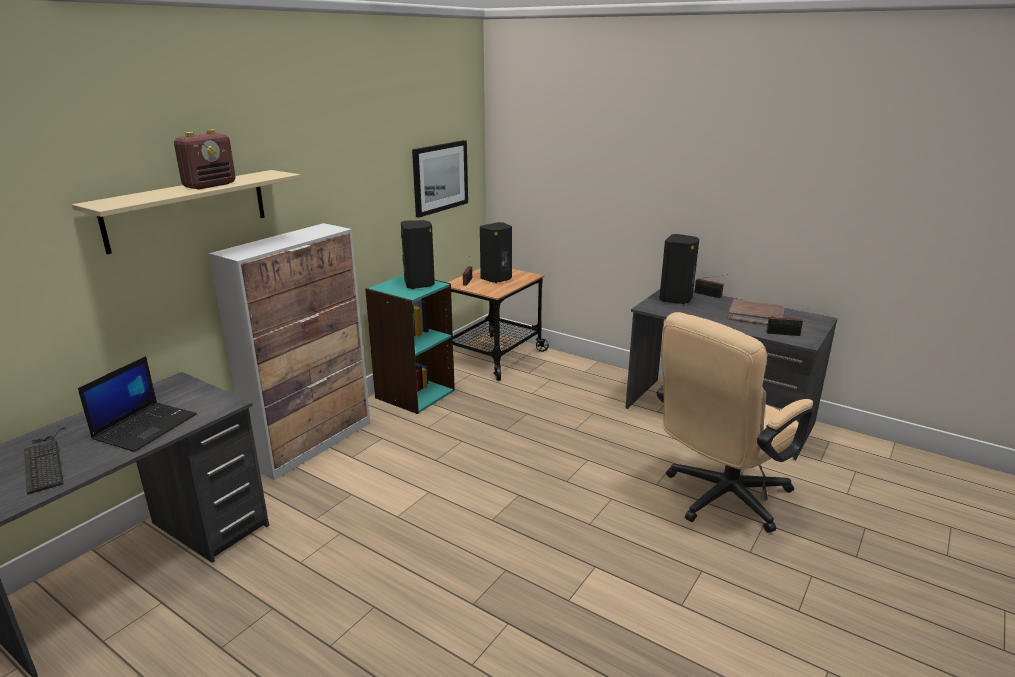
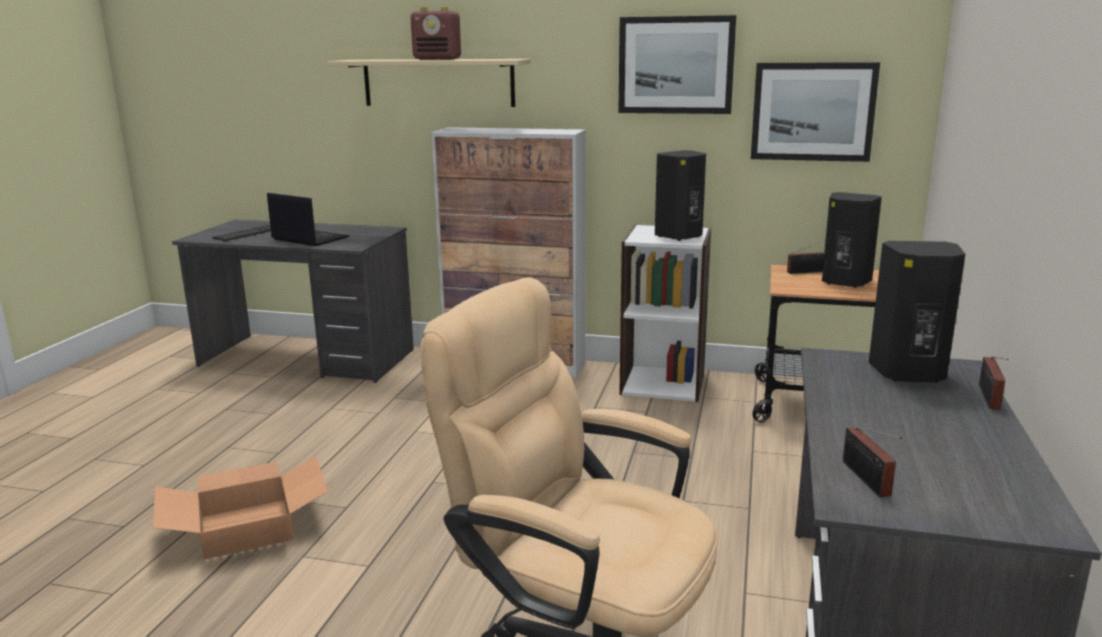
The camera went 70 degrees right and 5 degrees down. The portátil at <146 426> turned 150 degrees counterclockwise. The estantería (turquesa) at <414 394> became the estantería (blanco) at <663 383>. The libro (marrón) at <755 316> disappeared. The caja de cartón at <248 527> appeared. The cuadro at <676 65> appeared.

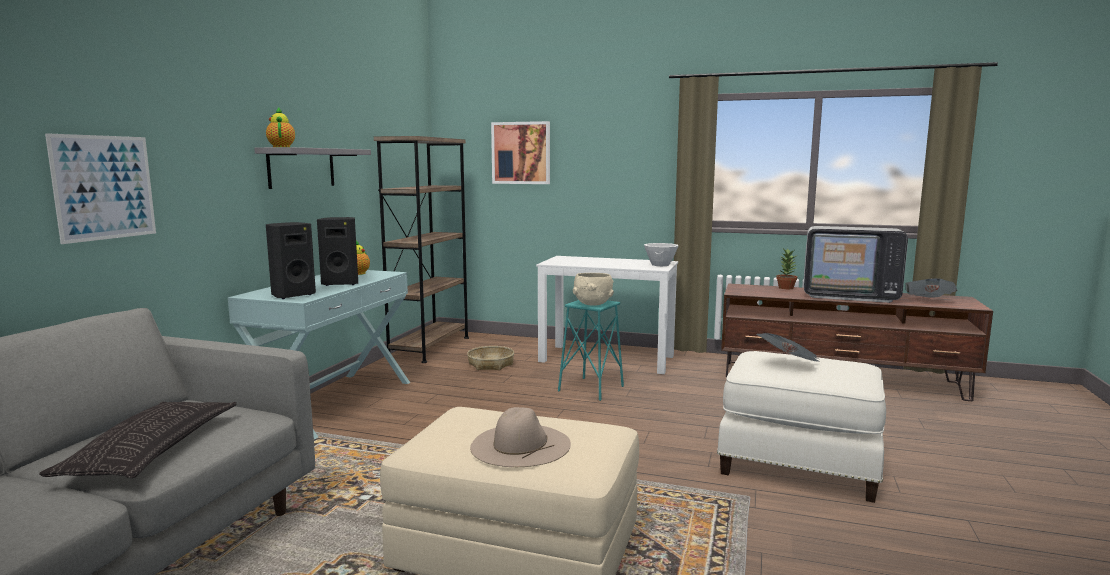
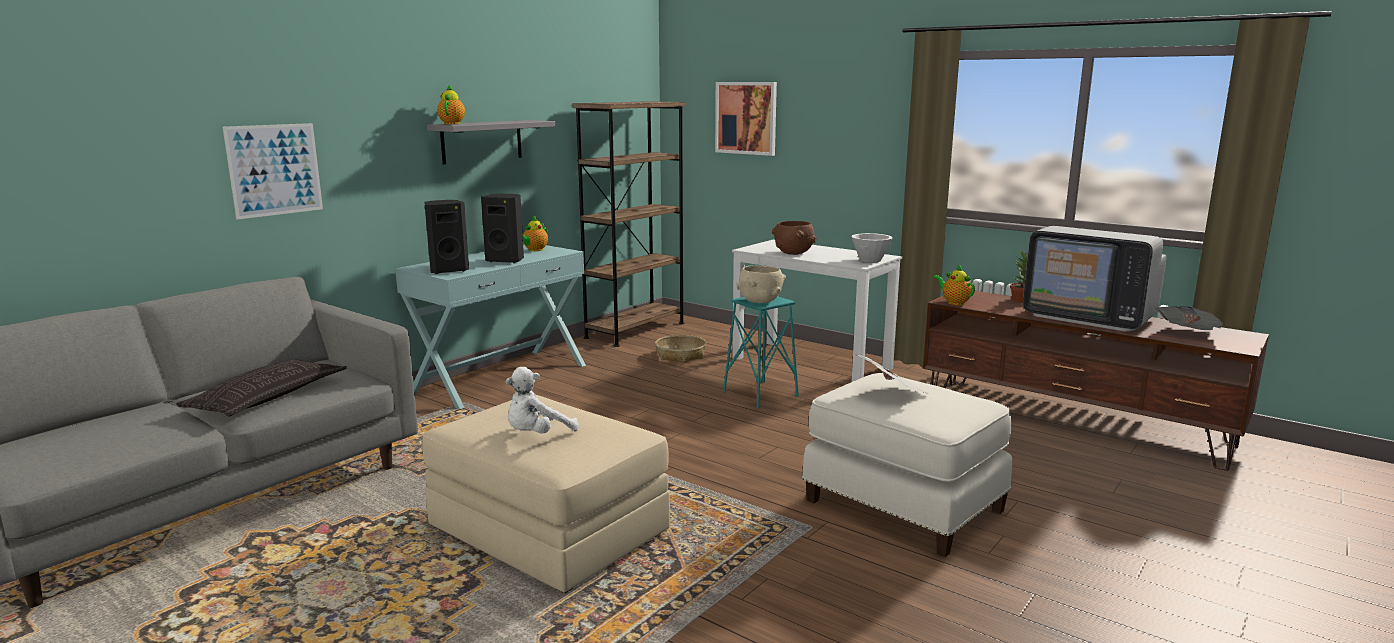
The camera went 20 degrees right and 5 degrees up. The sombrero (beis) at <520 445> was replaced by the peluche (blanco) at <537 435>. The cuenco (marrón) at <794 253> appeared. The tetera at <954 302> appeared.

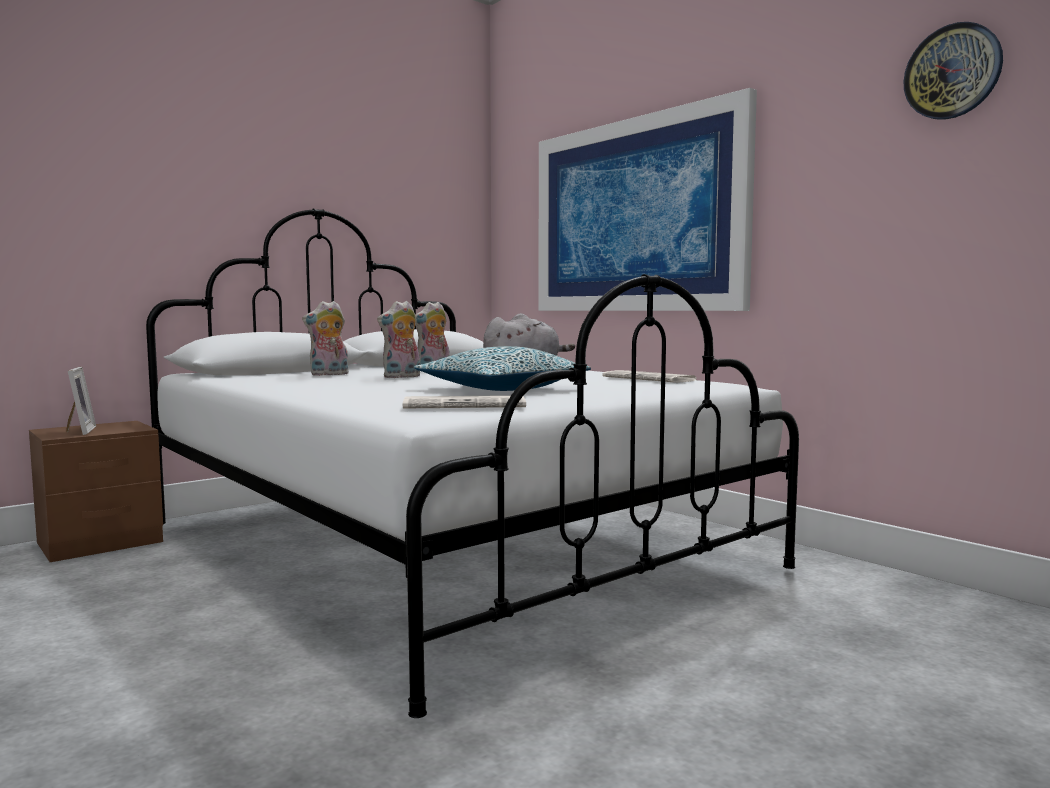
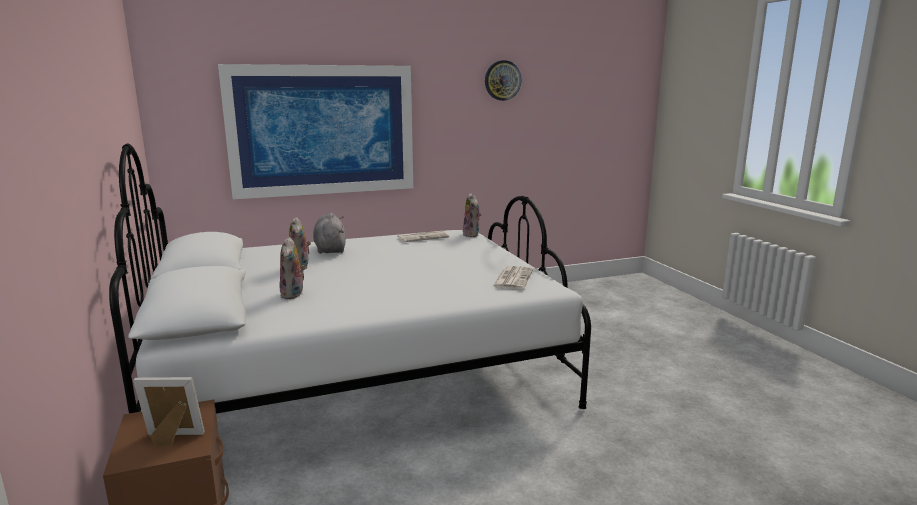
The camera went 70 degrees left and 10 degrees up. The peluche moved from <401 377> to <472 235>. The cojín at <501 389> disappeared.

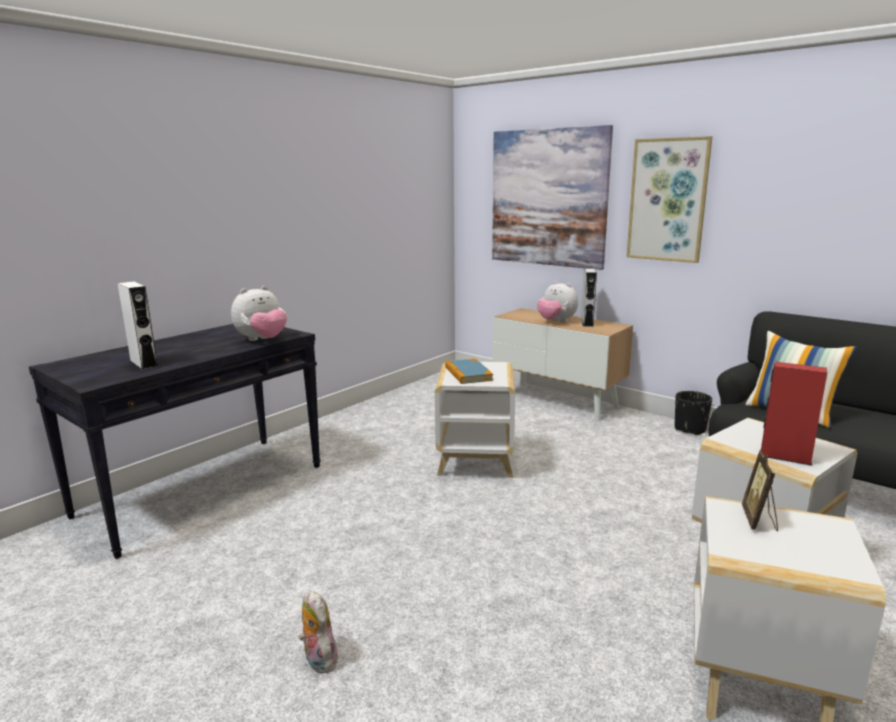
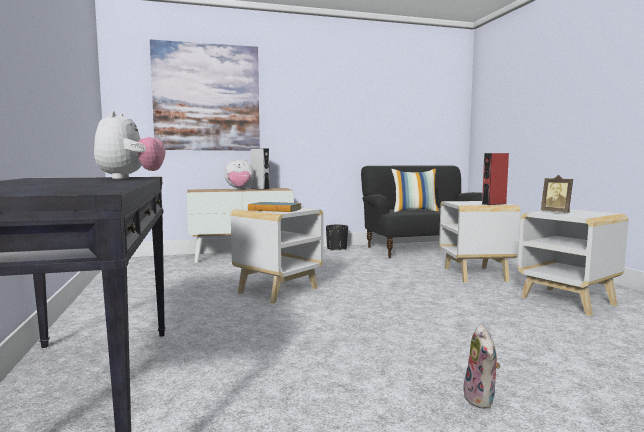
The camera went 55 degrees left and 10 degrees down. The altavoz (blanco) at <144 363> disappeared. The peluche at <318 660> turned 90 degrees counterclockwise. The cuadro at <667 200> disappeared.

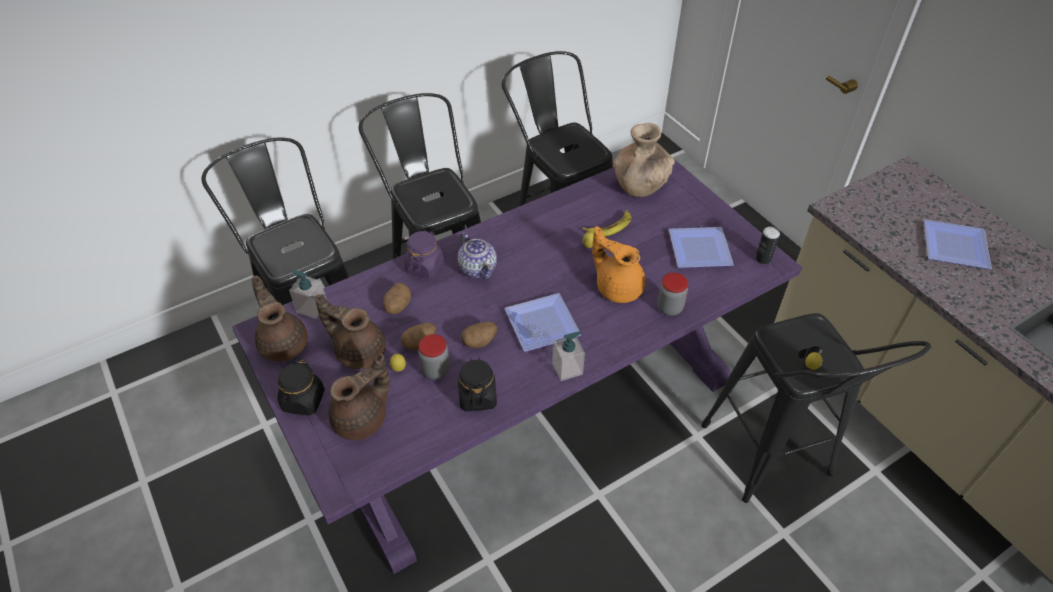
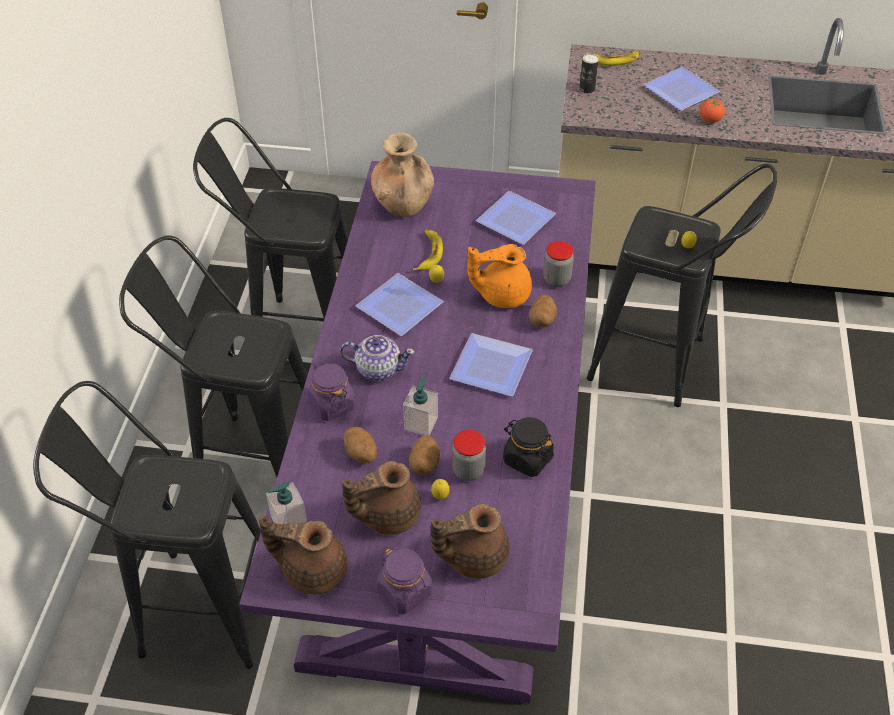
The camera went 50 degrees left and 0 degrees up. The tarro (negro) at <303 401> became the tarro (morado) at <405 591>. The tetera (marrón) at <363 419> turned 105 degrees counterclockwise. The patata moved from <479 341> to <542 319>. The dispensador de jabón moved from <567 368> to <421 423>. The lata moved from <763 258> to <587 89>. The plato at <399 304> appeared. The plátano at <614 60> appeared. The tomate at <710 120> appeared.

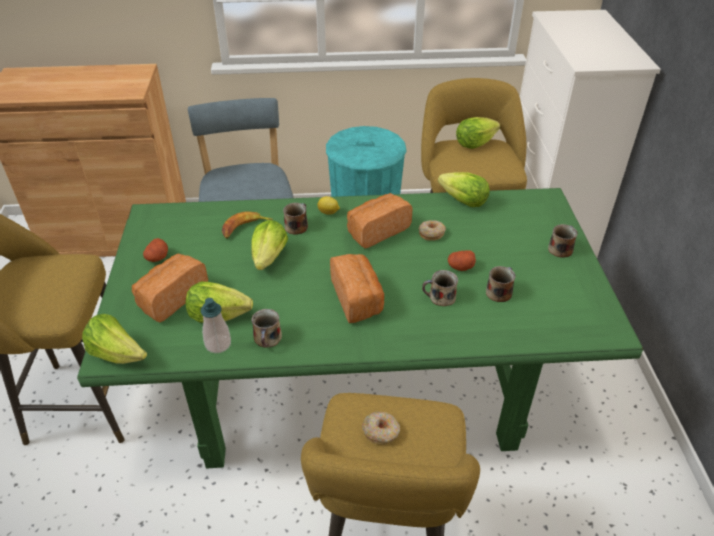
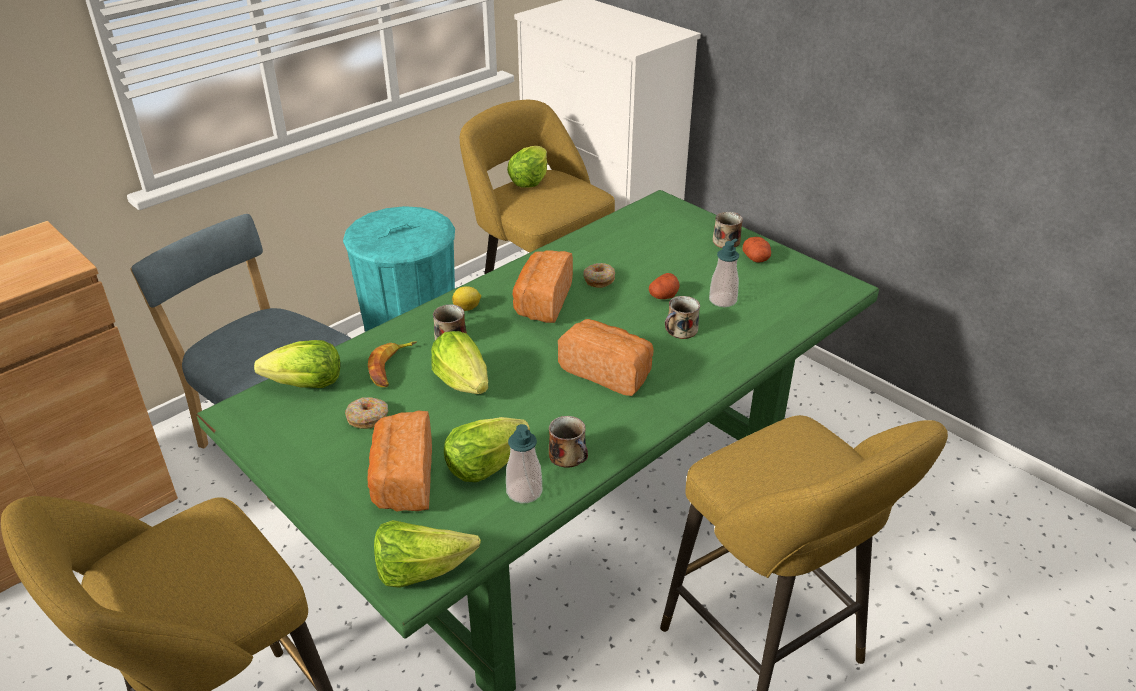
The camera went 40 degrees left and 5 degrees down. The patata moved from <157 257> to <756 259>. The rosquilla moved from <381 431> to <368 418>. The lechuga moved from <463 201> to <307 385>. The taza grande at <499 291> was replaced by the dispensador de jabón at <722 300>.

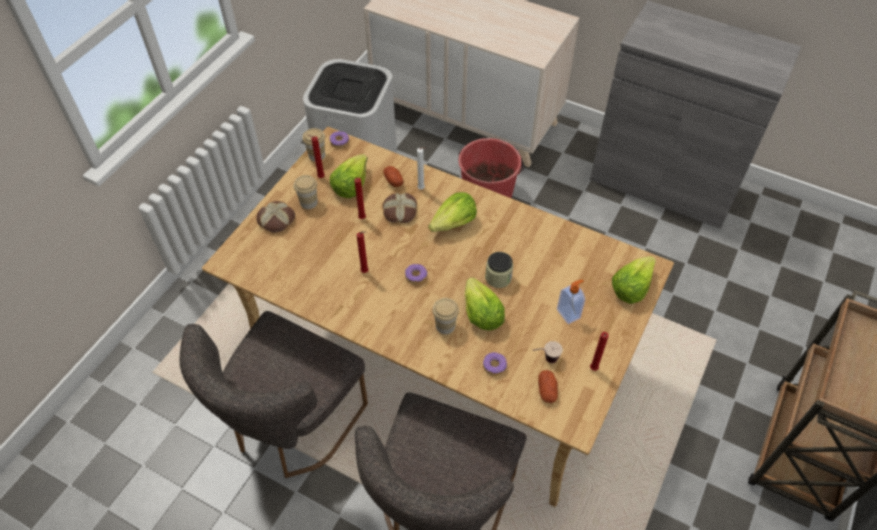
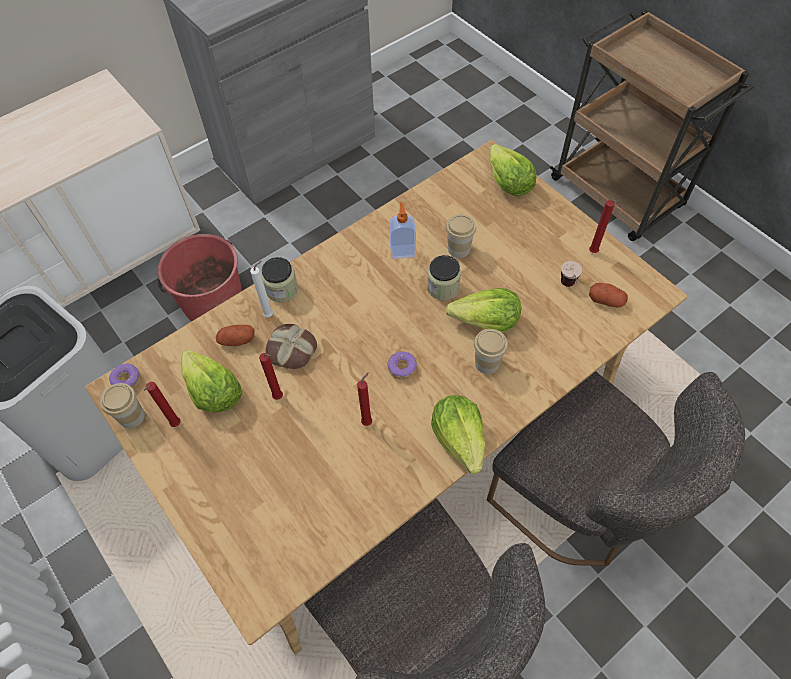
The camera went 65 degrees left and 5 degrees up. The pan at <277 220> disappeared. The taza moved from <309 202> to <459 249>. The lechuga moved from <454 223> to <460 439>. The rosquilla at <494 366> disappeared. The dispensador de jabón moved from <569 313> to <402 251>. The tarro at <282 289> appeared.

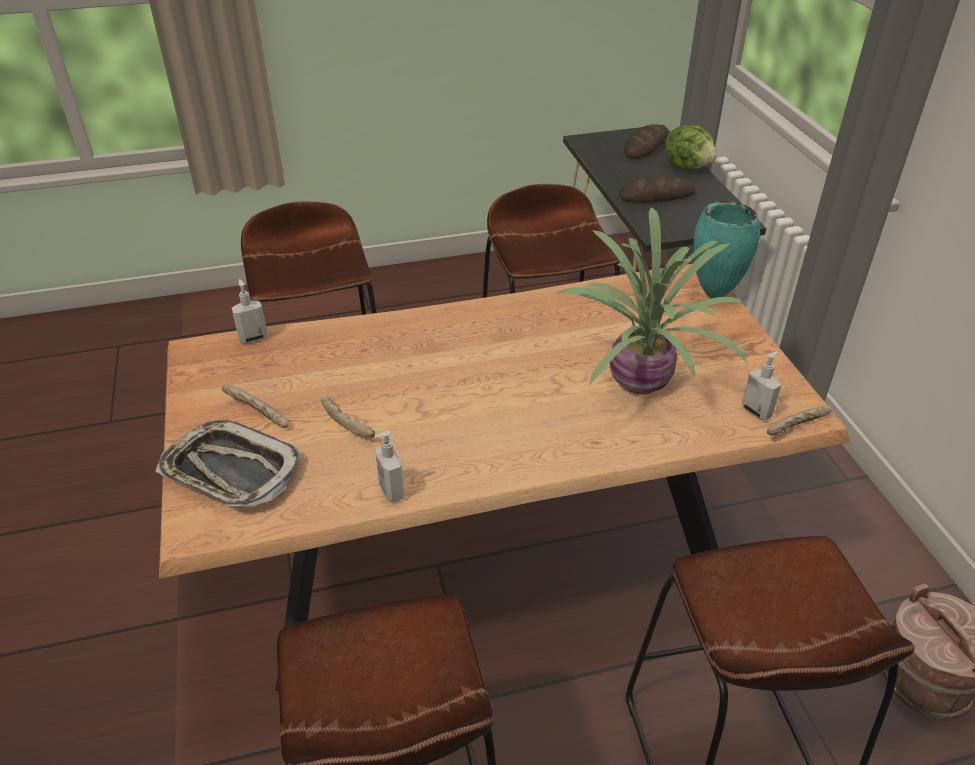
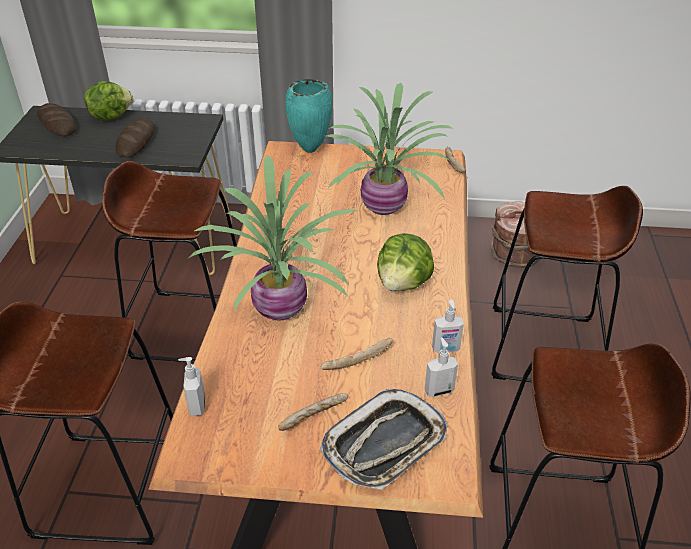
The camera went 70 degrees left and 0 degrees up. The dispensador de jabón moved from <756 411> to <438 390>. The planta en maceta at <283 308> appeared. The lechuga at <403 283> appeared.

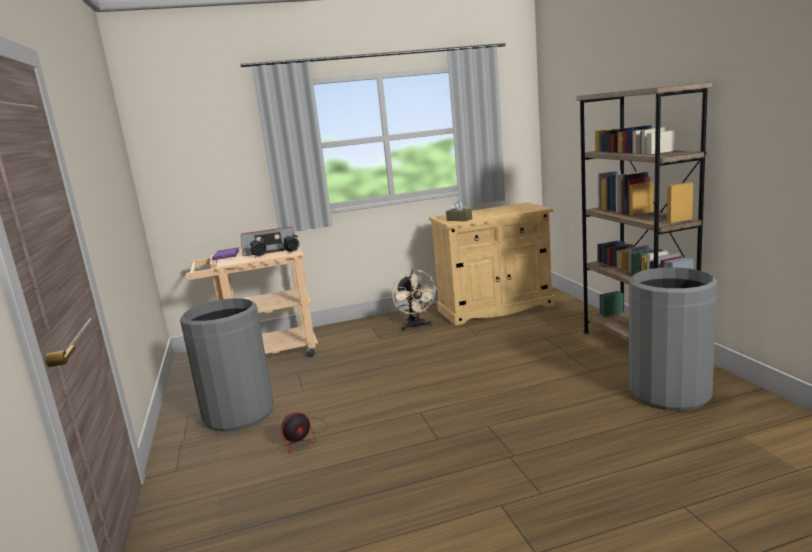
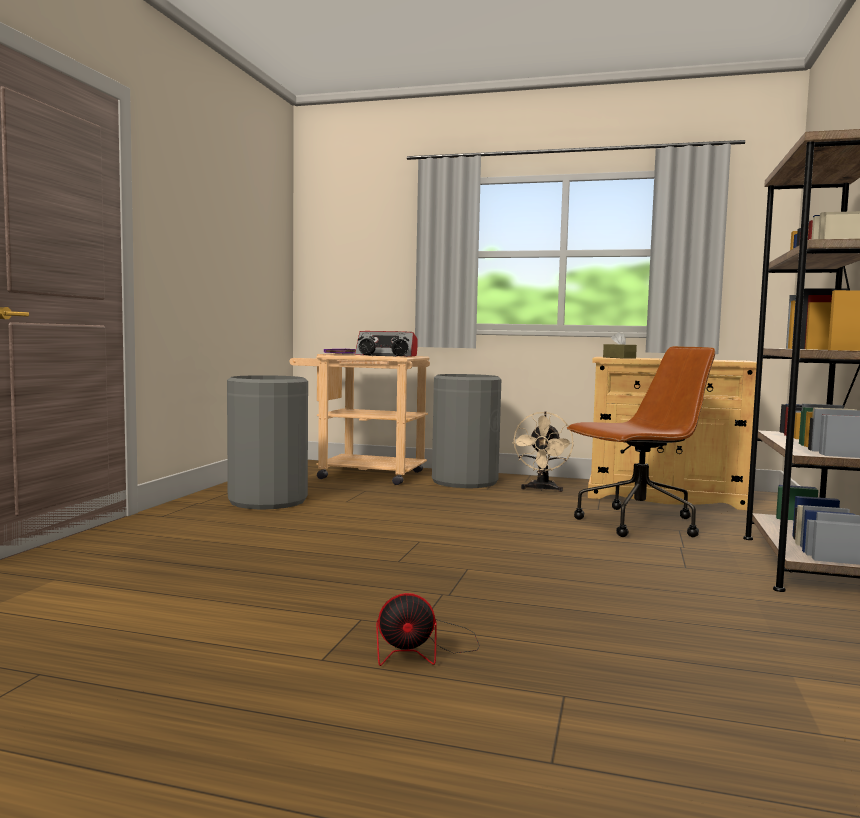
The camera went 30 degrees right and 10 degrees down. The ventilador moved from <303 437> to <424 650>. The papelera (gris) moved from <669 393> to <464 481>. The silla de oficina (marrón) at <637 524> appeared.

